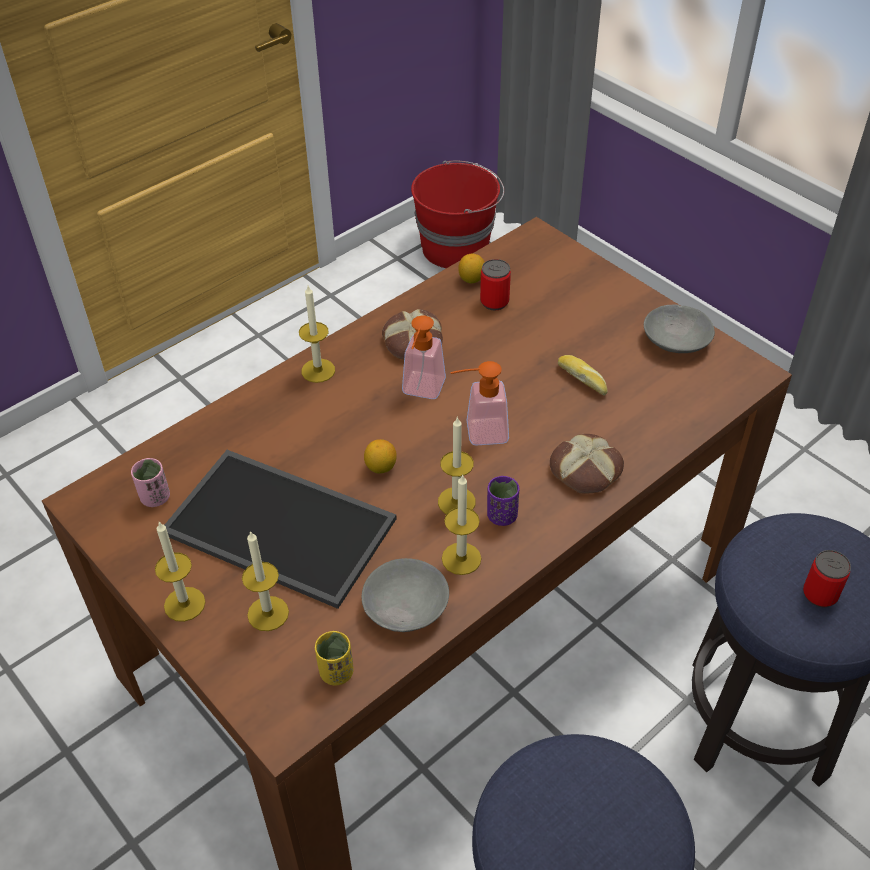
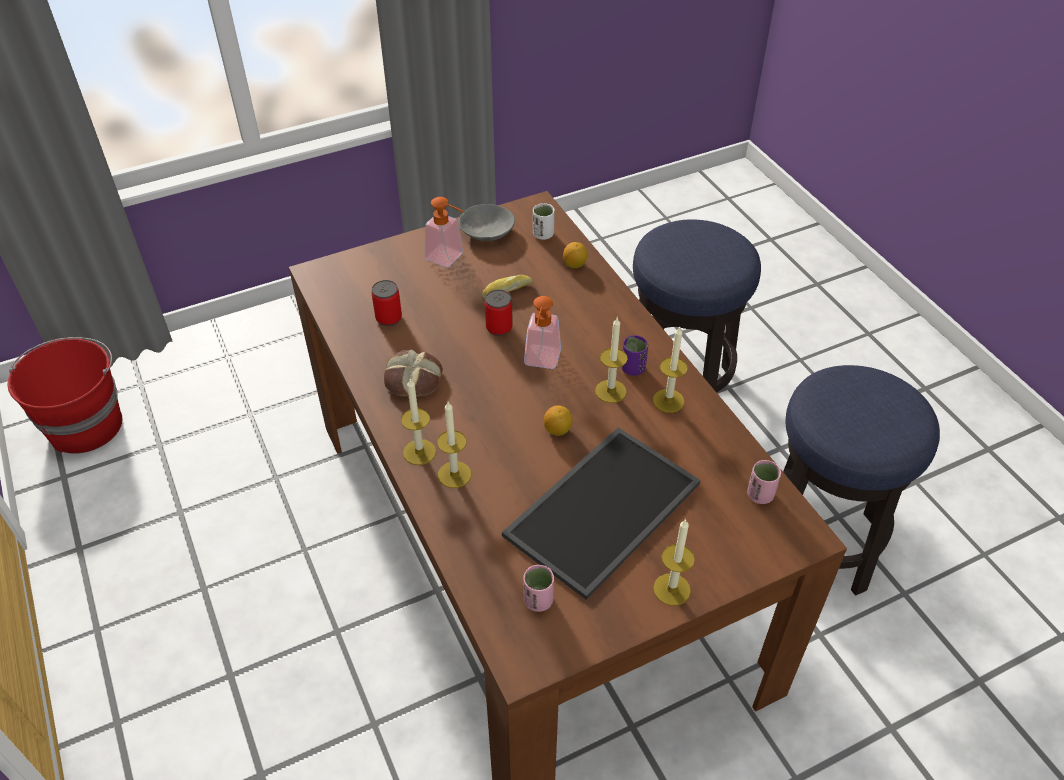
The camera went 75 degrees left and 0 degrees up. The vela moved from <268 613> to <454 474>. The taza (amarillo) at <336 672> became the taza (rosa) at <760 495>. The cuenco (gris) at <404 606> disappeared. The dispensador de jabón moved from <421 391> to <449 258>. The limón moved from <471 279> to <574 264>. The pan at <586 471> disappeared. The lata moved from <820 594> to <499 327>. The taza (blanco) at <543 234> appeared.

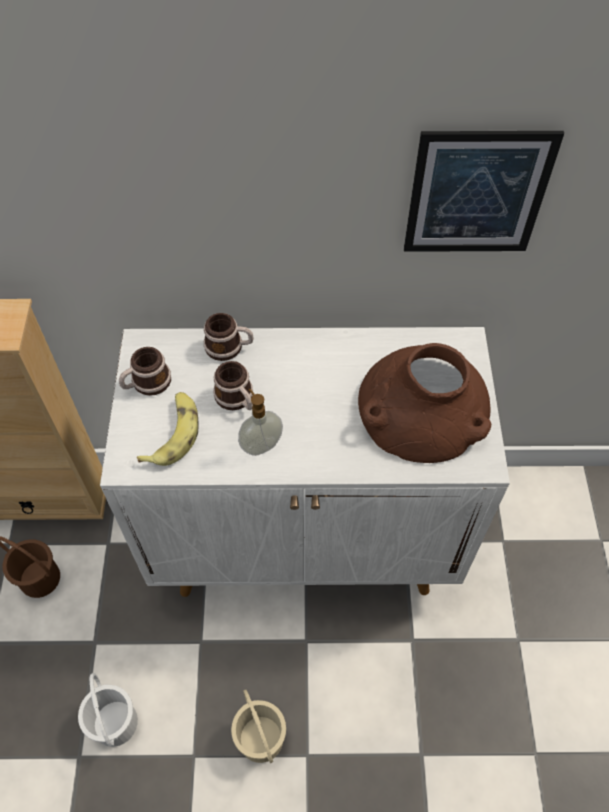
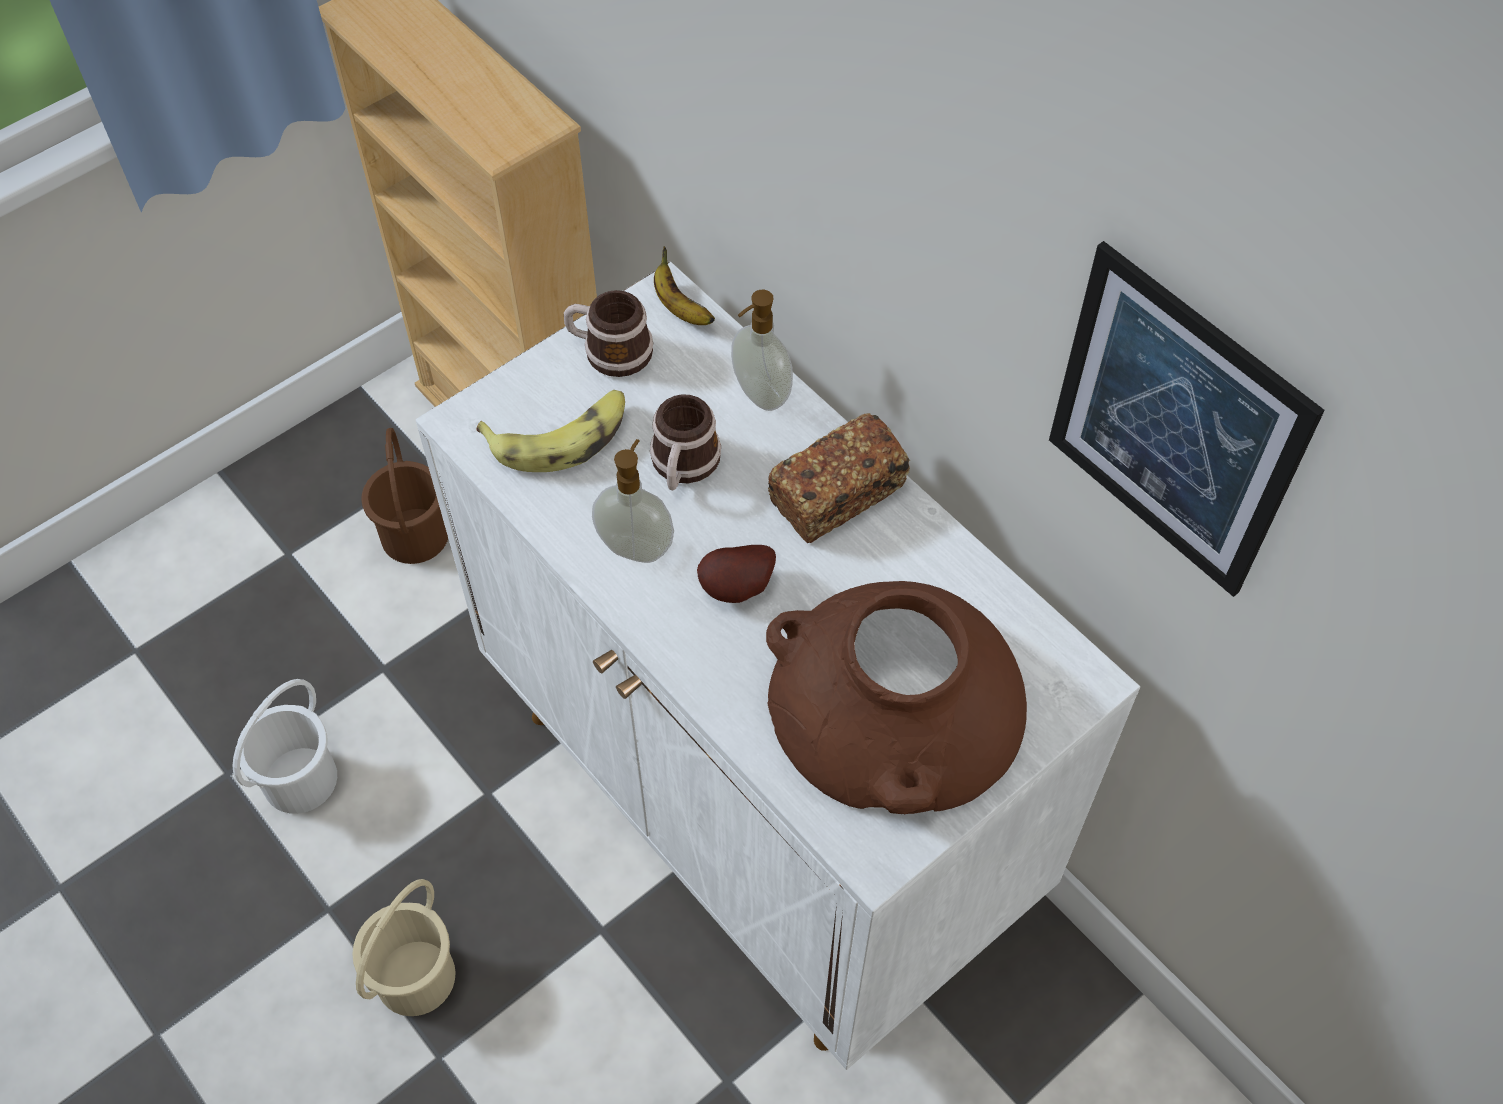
The camera went 50 degrees right and 0 degrees up. The taza grande at <229 347> was replaced by the dispensador de jabón at <759 395>. The plátano at <680 307> appeared. The patata at <739 589> appeared. The pan at <837 495> appeared.

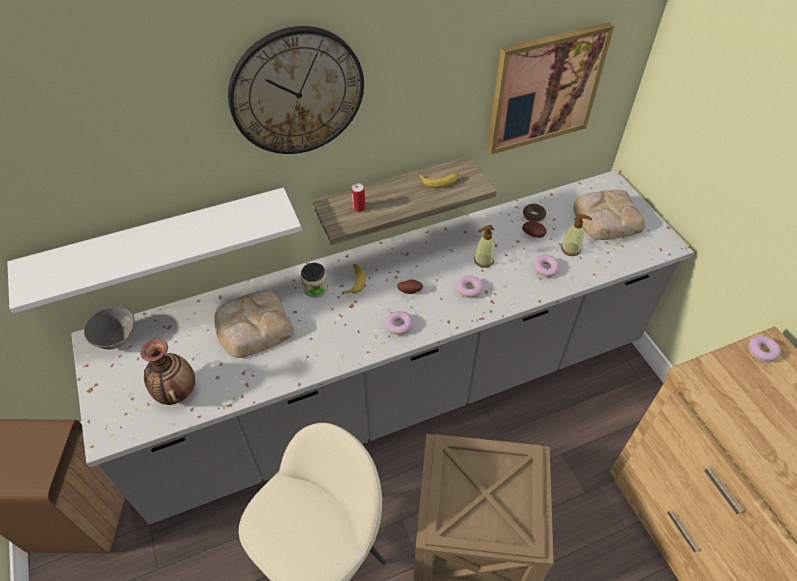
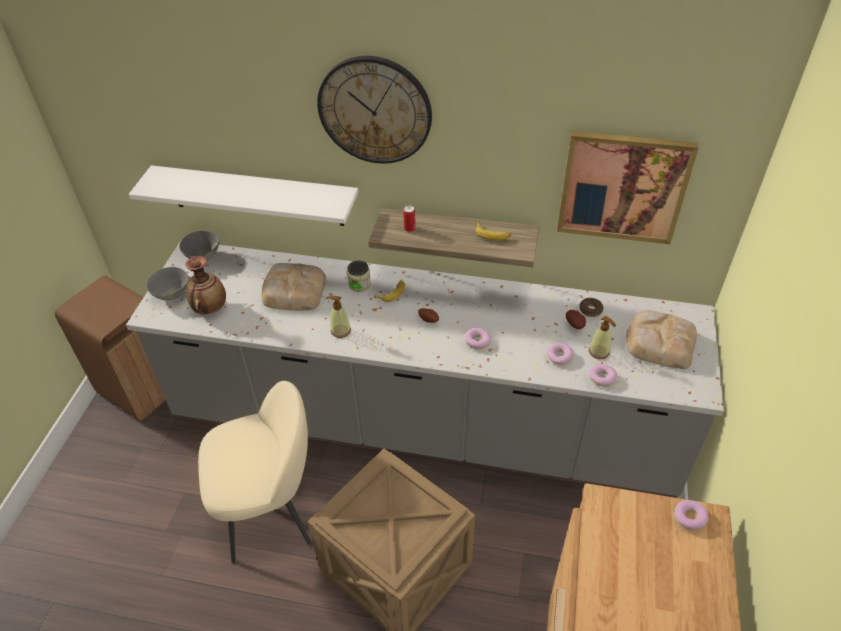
The camera went 35 degrees right and 5 degrees down. The rosquilla moved from <399 326> to <602 378>. The dispensador de jabón moved from <483 260> to <340 331>. The cuenco (gris) at <172 295> appeared.

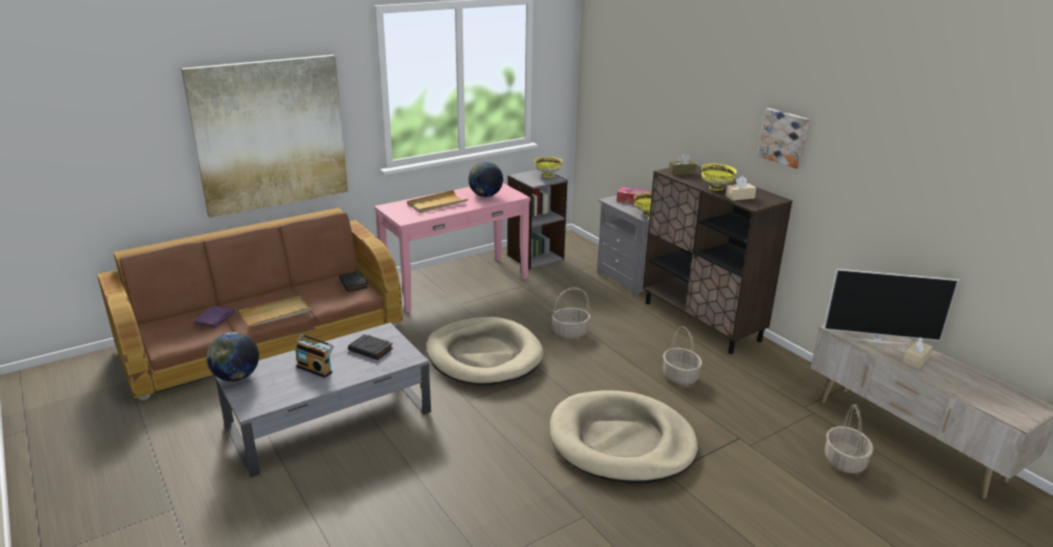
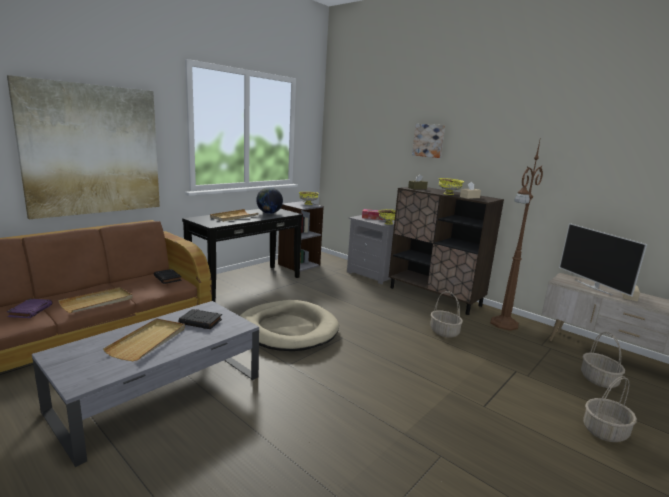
The camera went 15 degrees left and 10 degrees down. The globo terráqueo at <236 377> disappeared. The radio at <315 369> was replaced by the bandeja (beis) at <148 341>. The mesa consola (rosa) at <455 283> became the mesa consola (negro) at <245 282>. The cama para perro (beis) at <621 442> disappeared. The cesta moved from <570 332> to <604 431>. The cuadro moved from <784 137> to <429 140>. The televisor at <878 340> turned 75 degrees clockwise. The lámpara de pie (marrón) at <503 324> appeared.

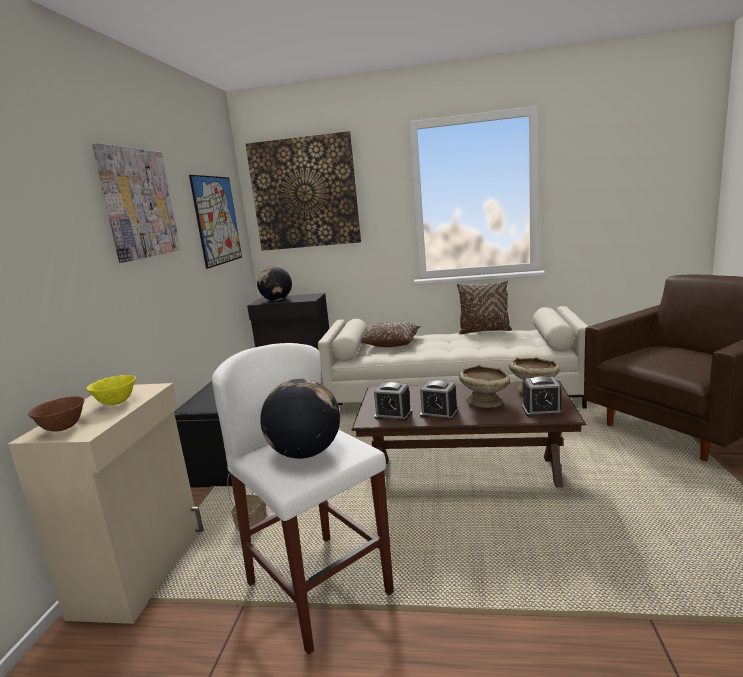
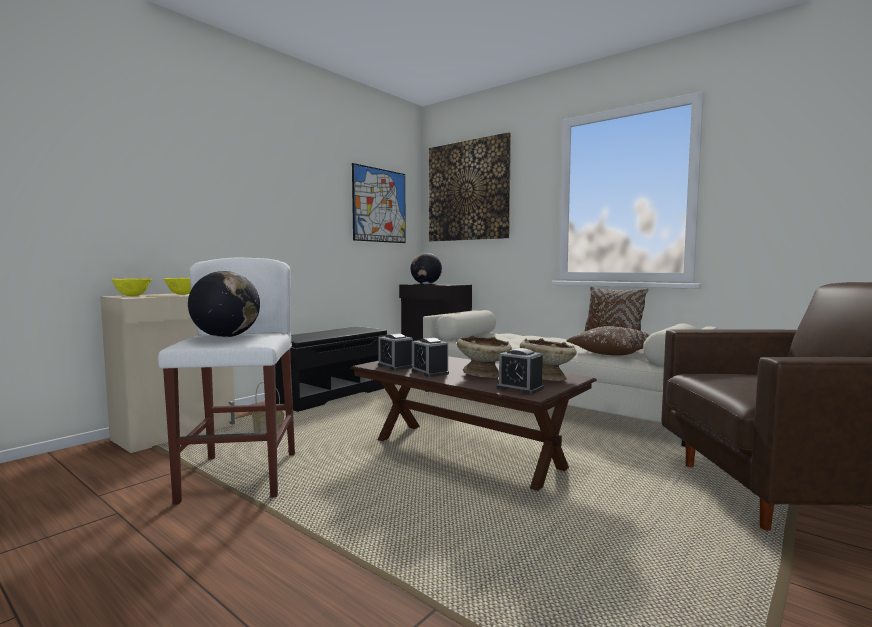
The camera went 30 degrees right and 10 degrees down. The cuenco (marrón) at <63 428> became the cuenco (amarillo) at <133 296>. The cuadro at <139 203> disappeared. The cojín (marrón) moved from <391 343> to <612 353>.

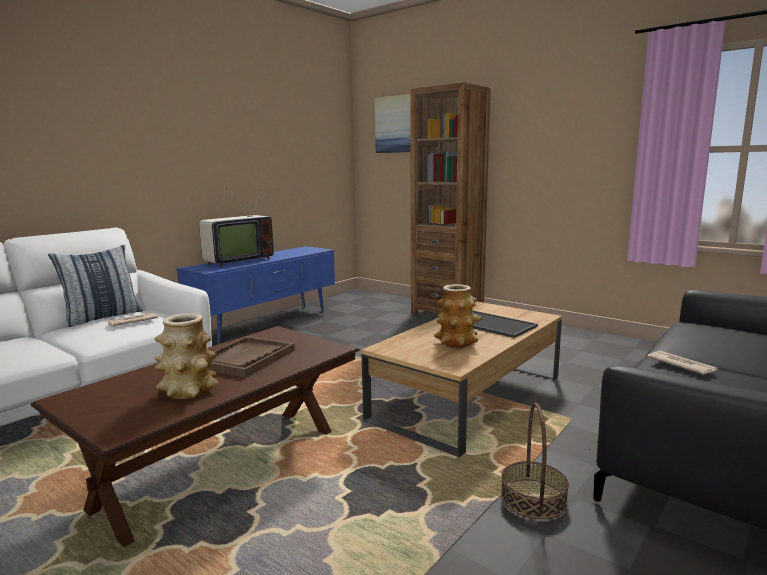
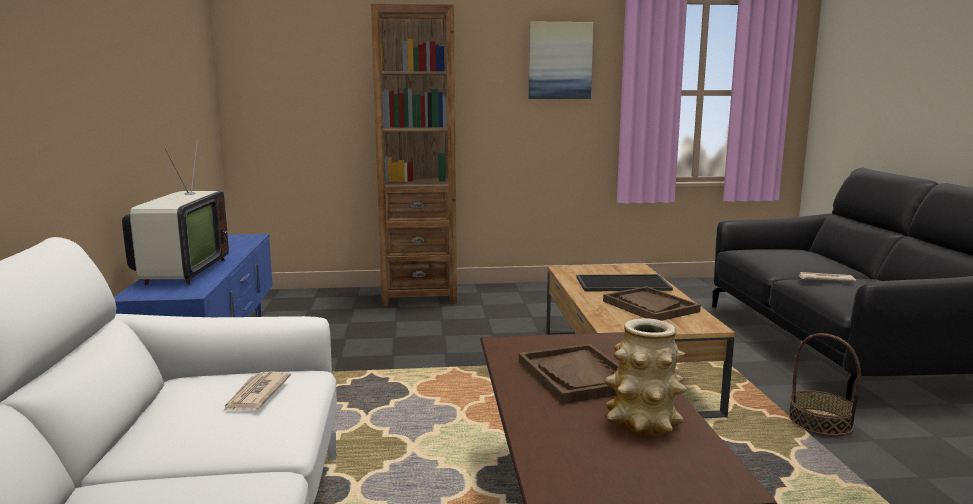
The camera went 45 degrees left and 0 degrees up. The cojín at <102 317> disappeared. The cuadro moved from <395 124> to <560 60>. The florero at <457 342> was replaced by the bandeja (marrón) at <650 306>.

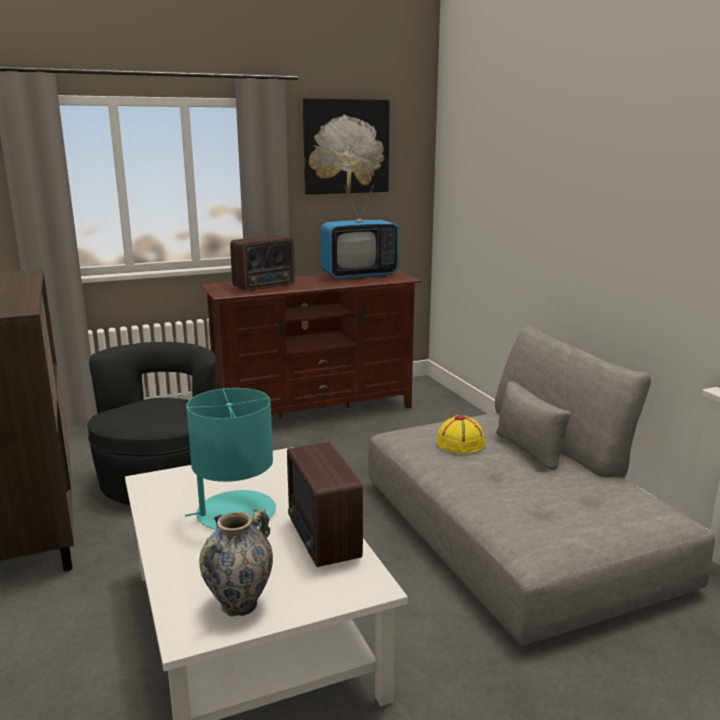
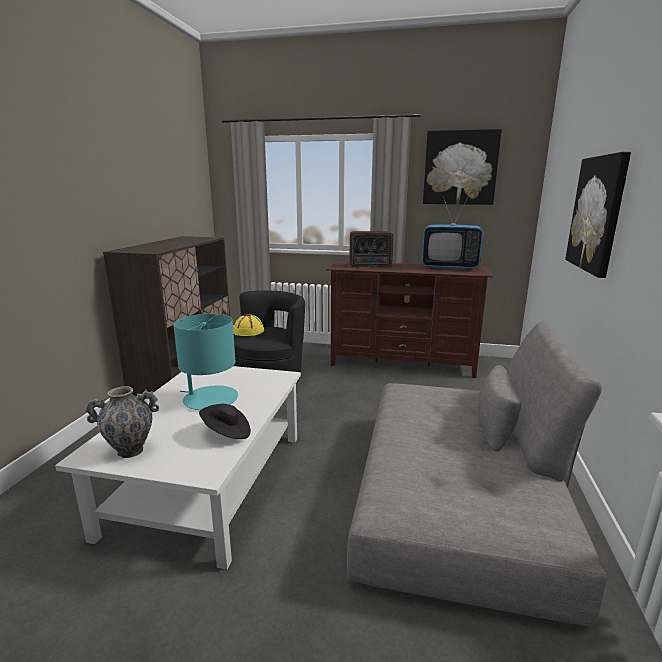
The camera went 35 degrees right and 0 degrees up. The radio at <323 541> was replaced by the sombrero (negro) at <226 433>. The sombrero (amarillo) moved from <461 443> to <249 331>. The cuadro at <597 214> appeared.

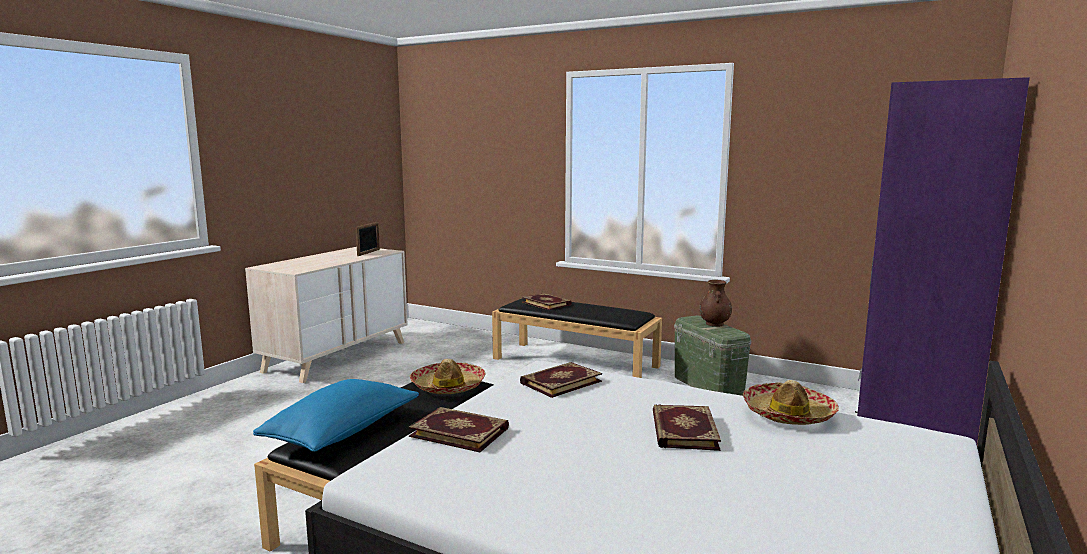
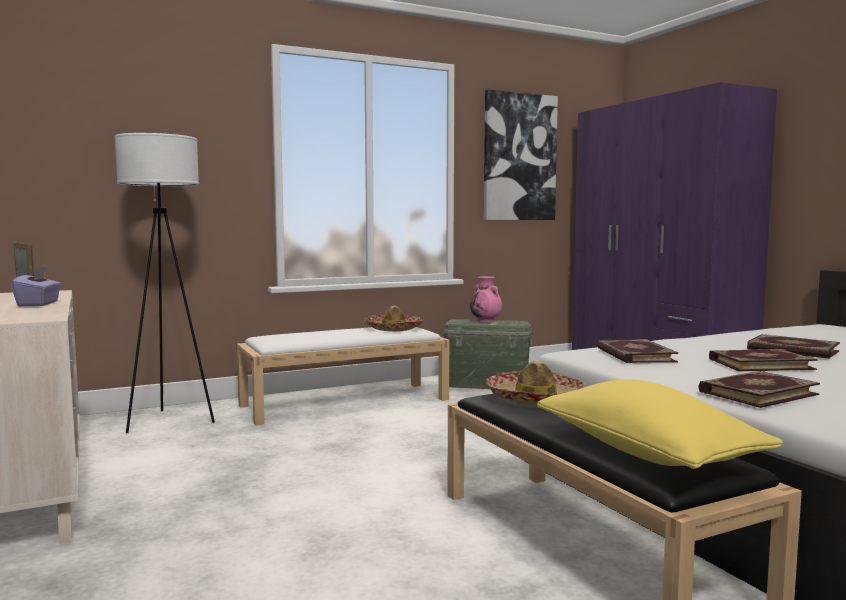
The camera went 55 degrees left and 5 degrees down. The cojín (azul) at <343 433> became the cojín (amarillo) at <646 453>. The banco (negro) at <576 362> became the banco (blanco) at <346 402>. The libro moved from <547 303> to <760 364>. The florero (marrón) at <714 324> became the florero (rosa) at <486 321>. The sombrero moved from <788 414> to <394 329>. The caja de pañuelos (morado) at <39 304> appeared. The lámpara de pie (blanco) at <169 422> appeared. The cuadro at <519 157> appeared.

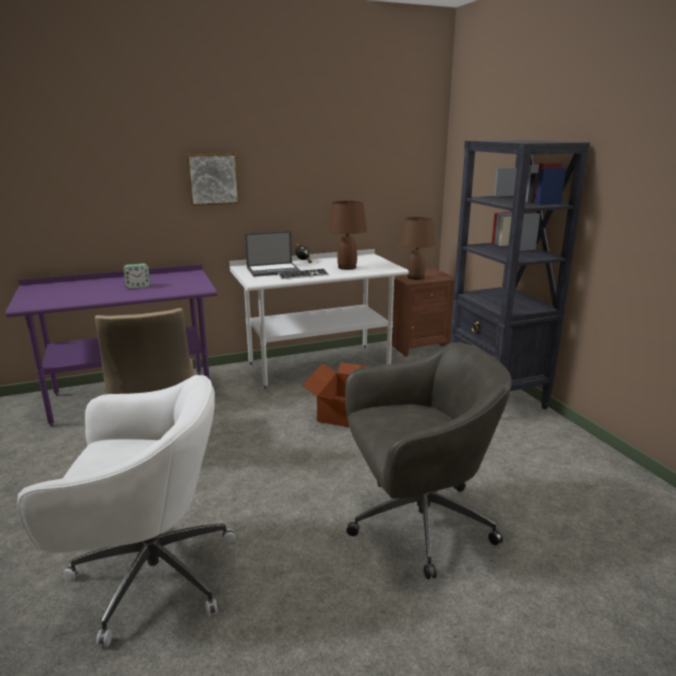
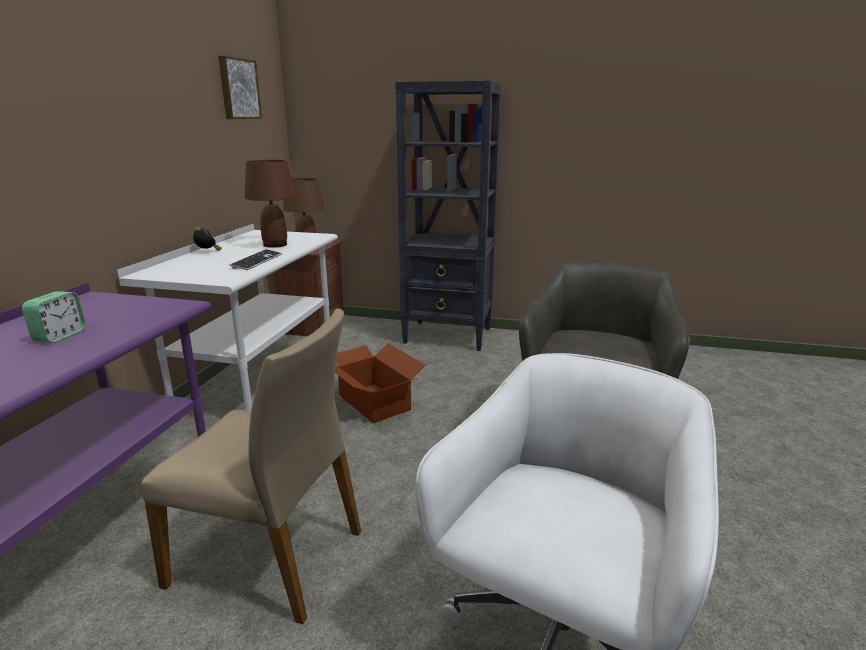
The camera went 55 degrees left and 0 degrees up. The cuadro moved from <213 179> to <238 89>. The portátil at <274 270> disappeared.

